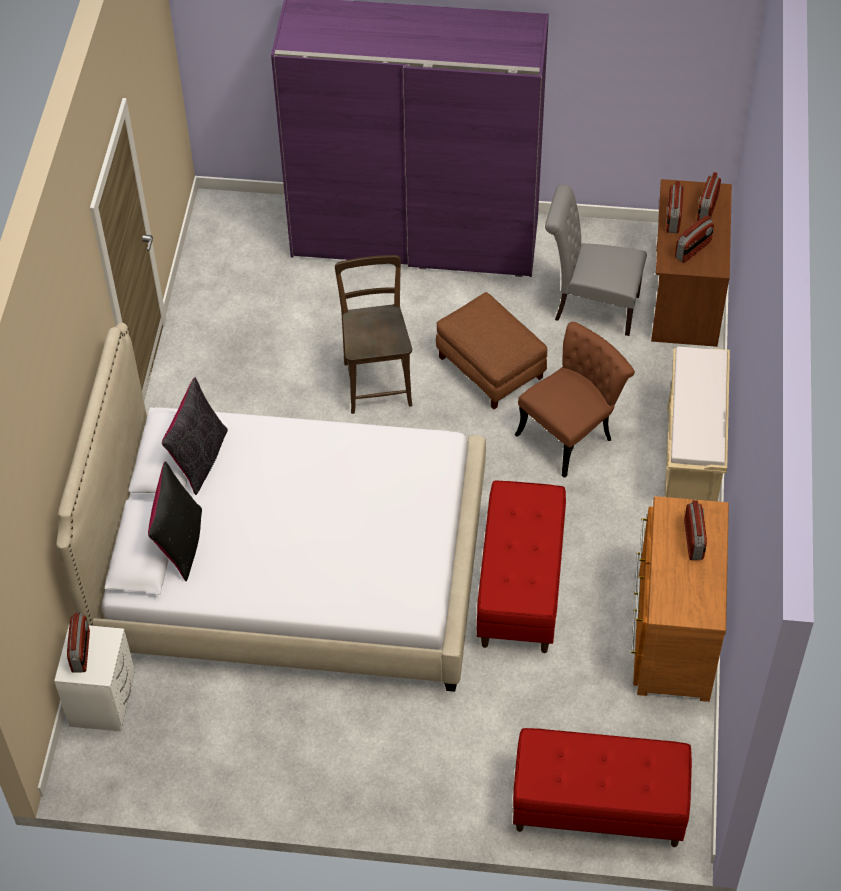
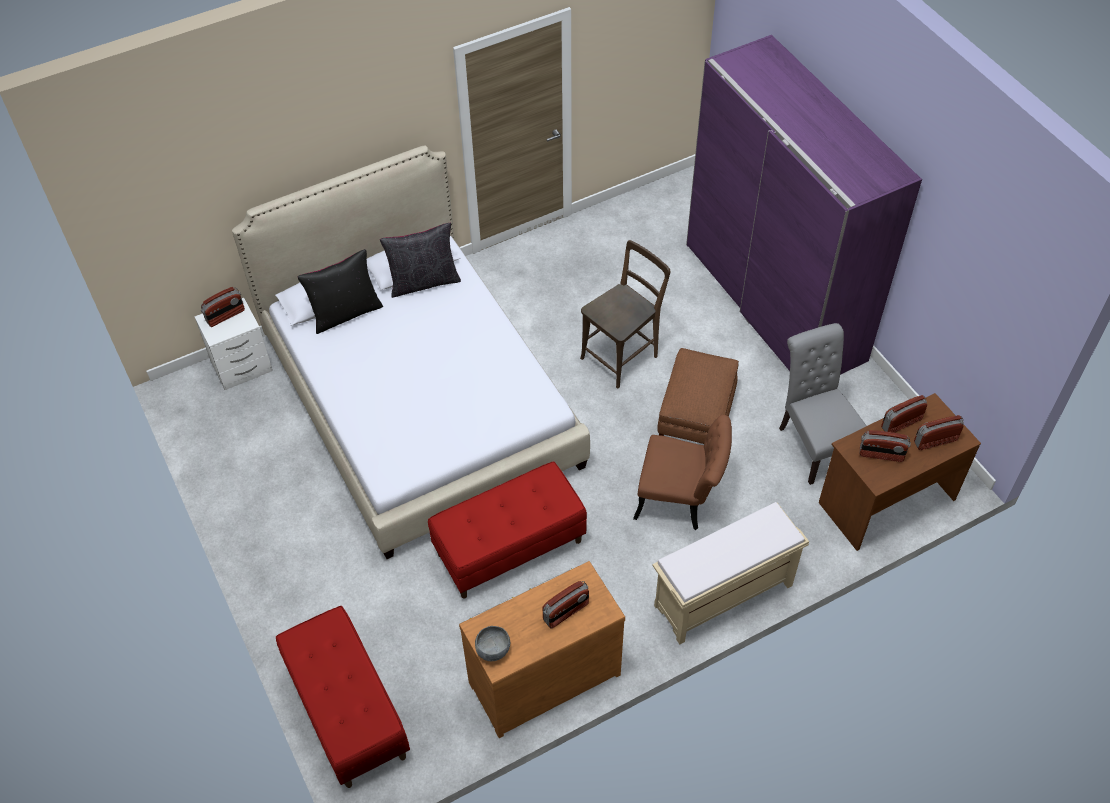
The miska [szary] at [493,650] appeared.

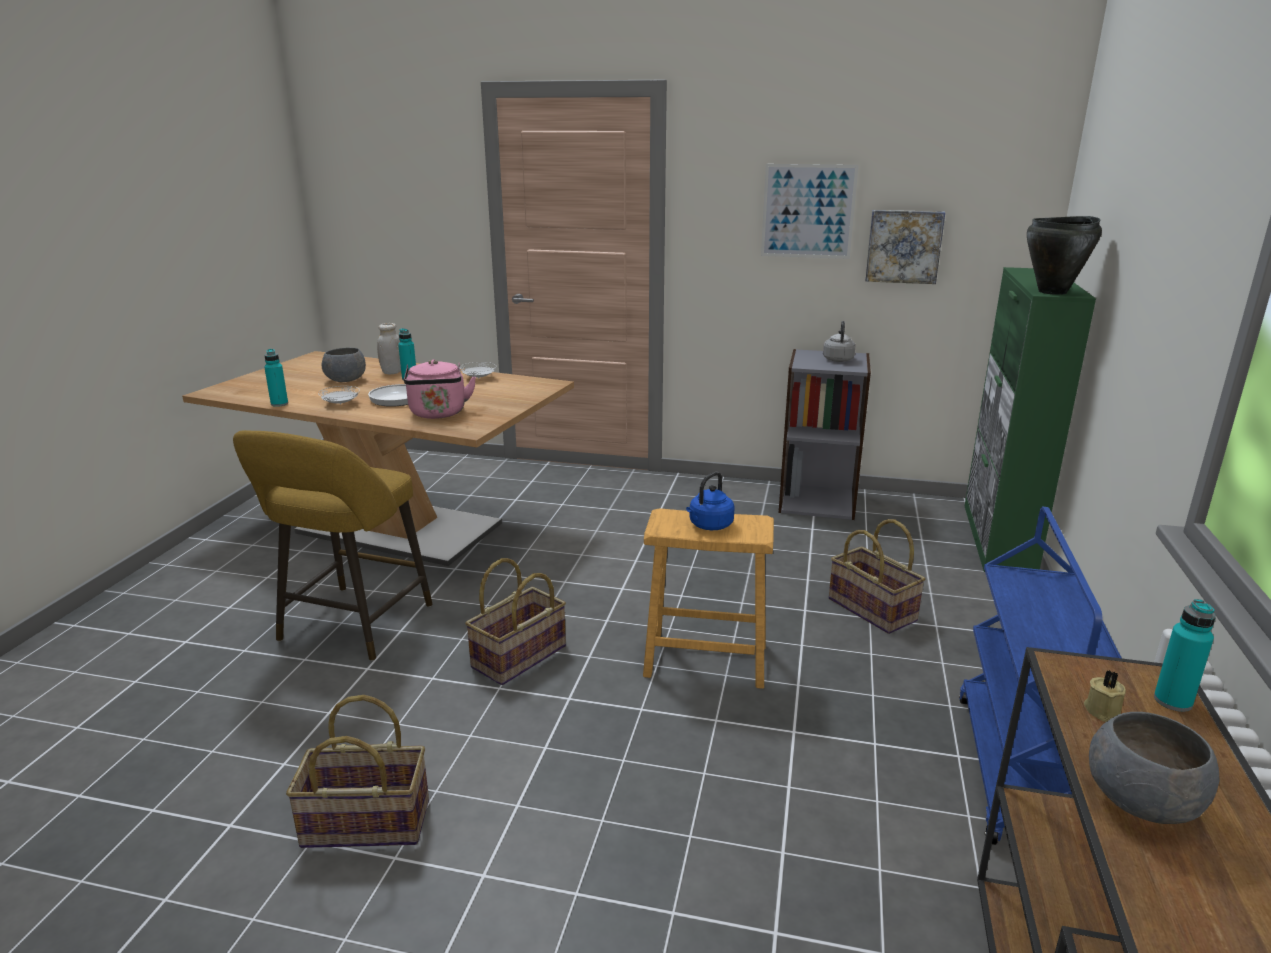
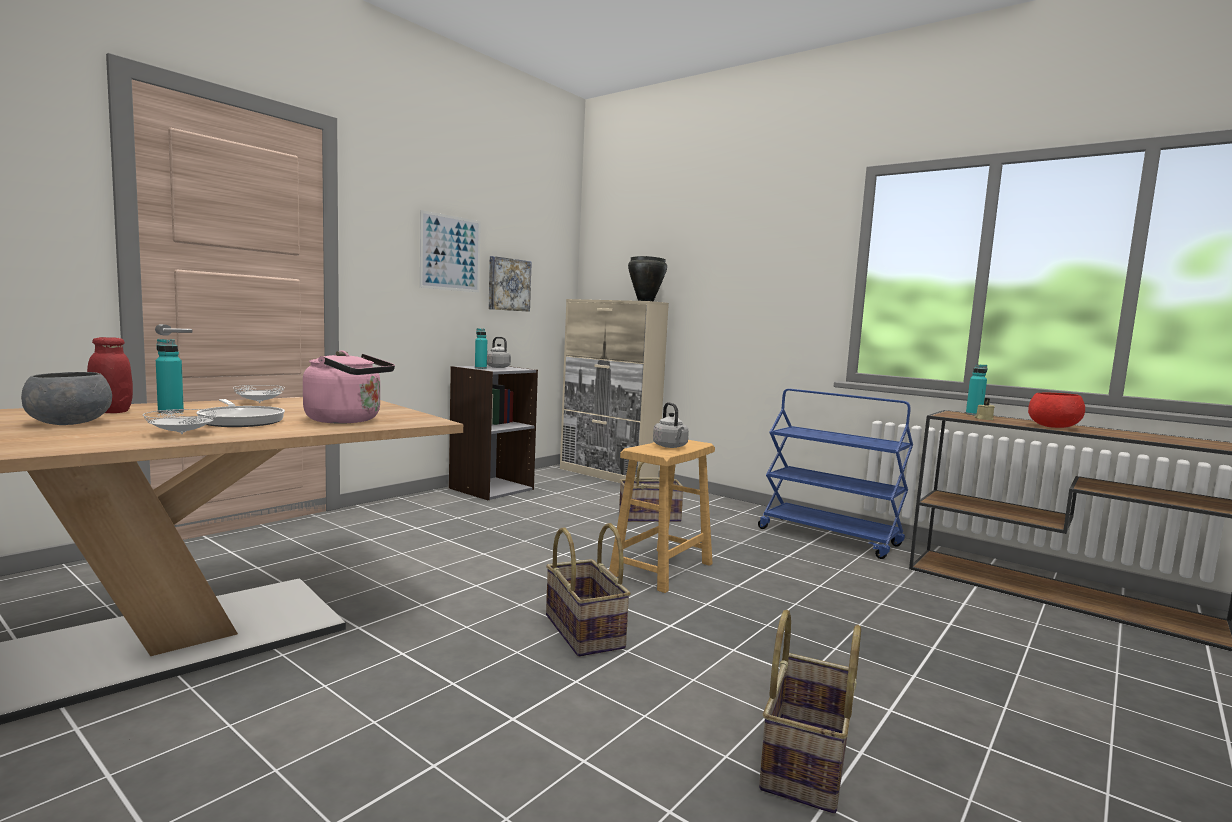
The stołek [żółty] at [351,627] disappeared. The butelka [turkusowy] moved from [279,404] to [480,368]. The słoik [biały] at [392,372] became the słoik [czerwony] at [111,412]. The czajnik [niebieski] at [709,526] became the czajnik [szary] at [671,446]. The szafka [zielony] at [997,539] became the szafka [beżowy] at [607,475]. The miska [szary] at [1142,800] became the miska [czerwony] at [1052,426].

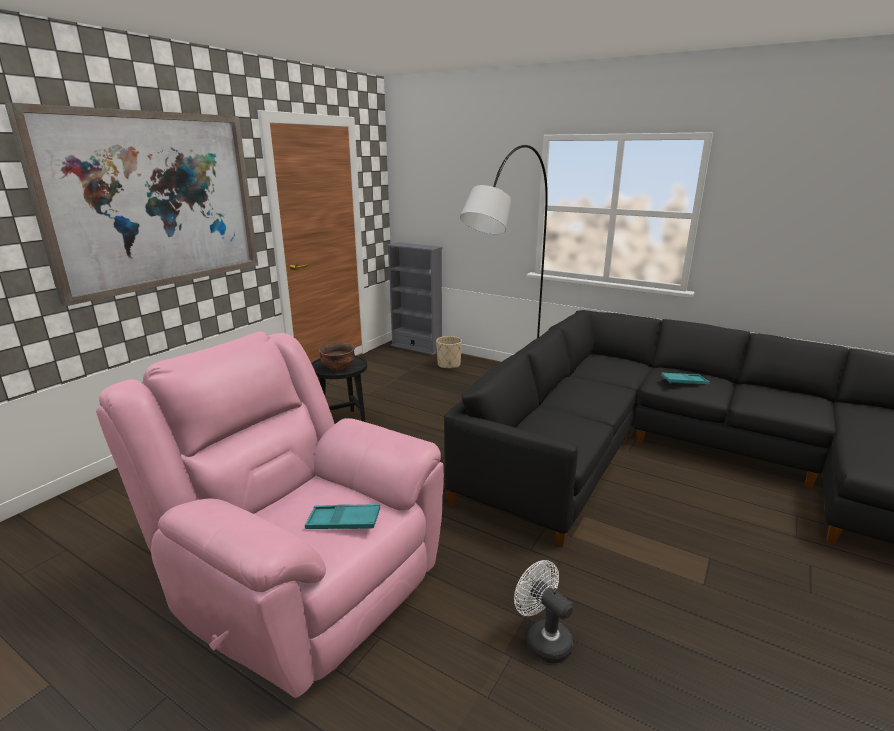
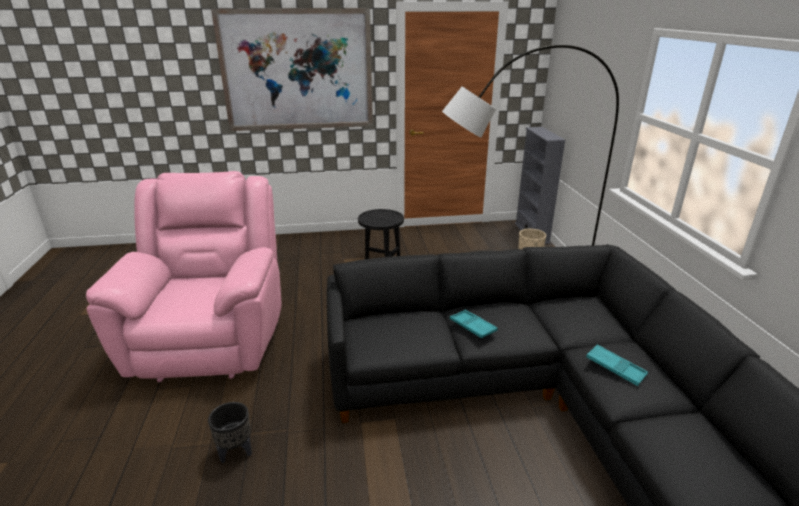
The miska [brązowy] at [338,368] disappeared. The taca [turkusowy] moved from [343,522] to [472,327]. The wentylator [biały] at [543,639] was replaced by the donica [czarny] at [235,452].

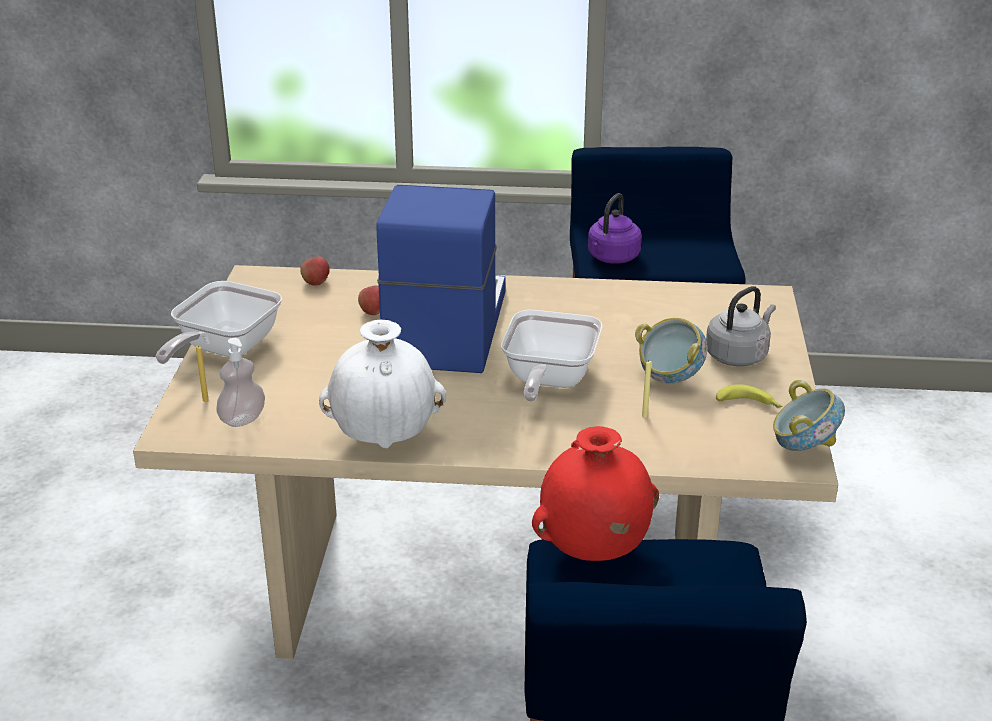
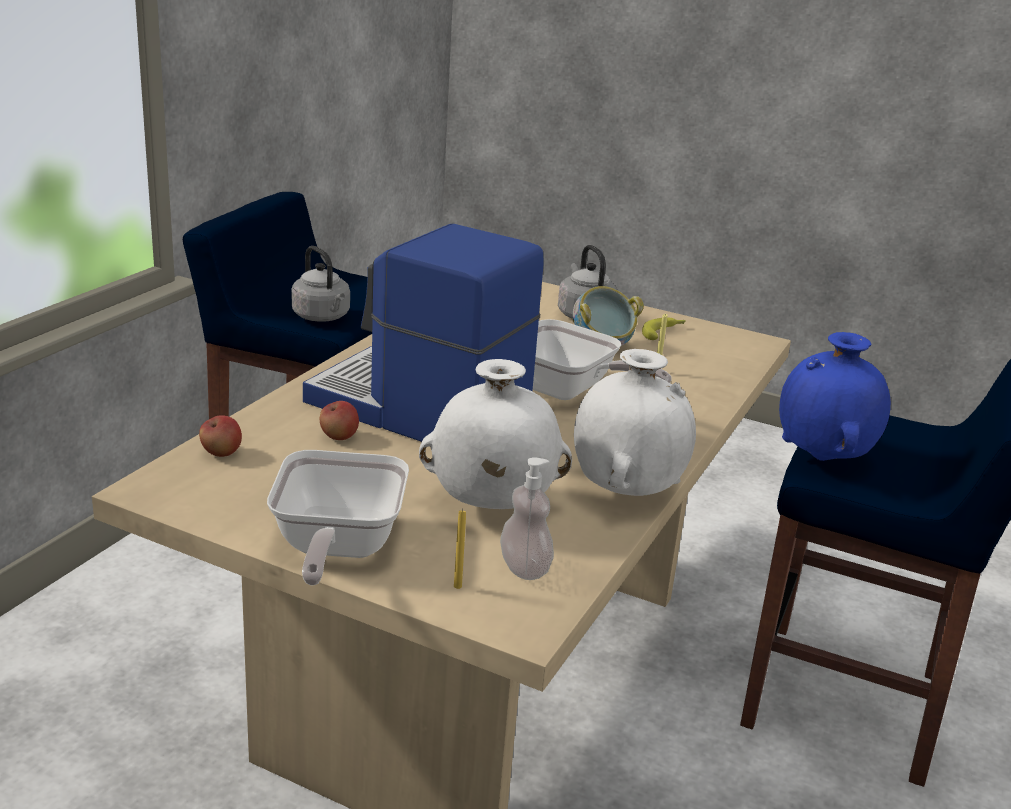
The miska at [803,448] disappeared. The wazon [biały] at [490,507] appeared. The wazon [czerwony] at [593,552] became the wazon [niebieski] at [822,458]. The czajnik [fioletowy] at [612,258] became the czajnik [szary] at [322,317]. The patelnia at [223,350] turned 45 degrees clockwise.

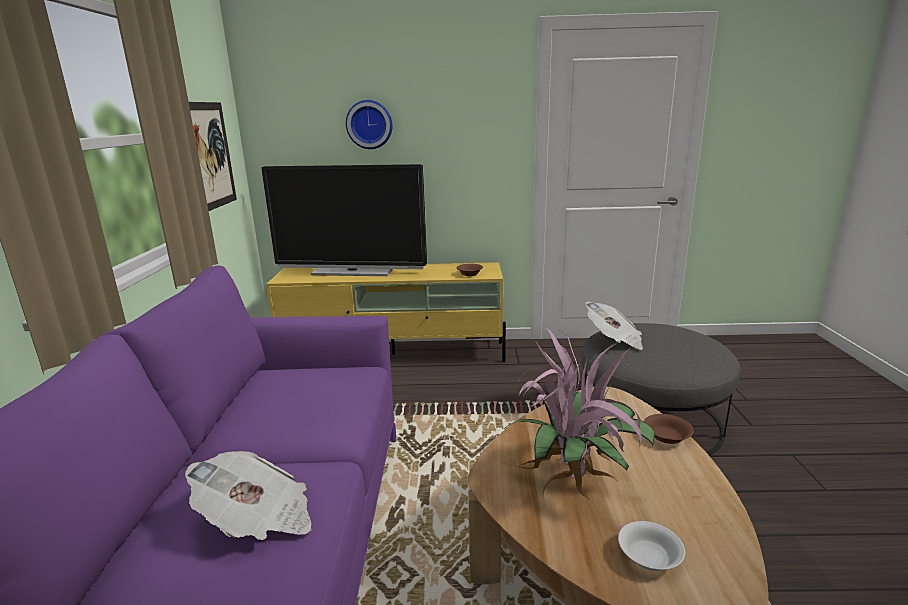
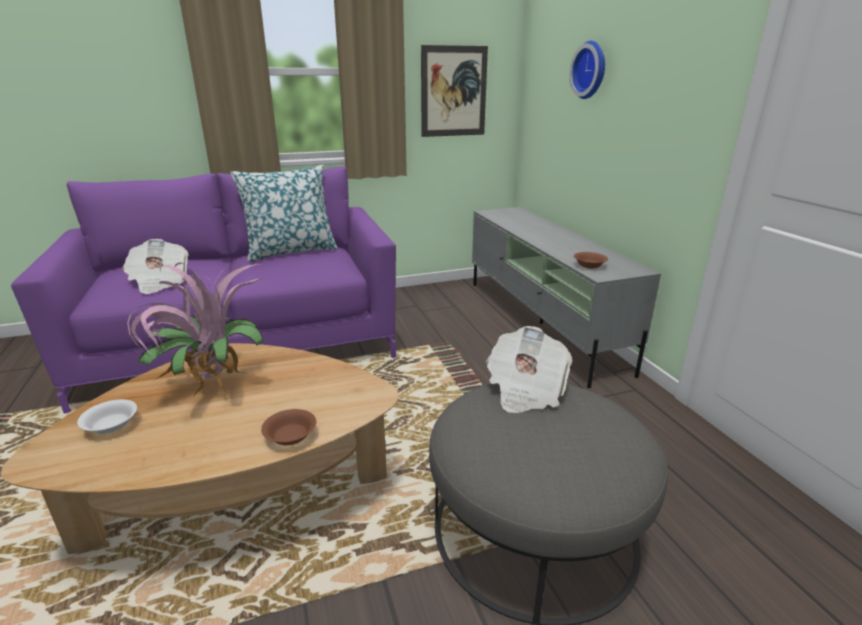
The telewizor at [352,272] disappeared. The poduszka at [291,251] appeared. The szafka pod telewizor [żółty] at [395,354] became the szafka pod telewizor [szary] at [541,323].

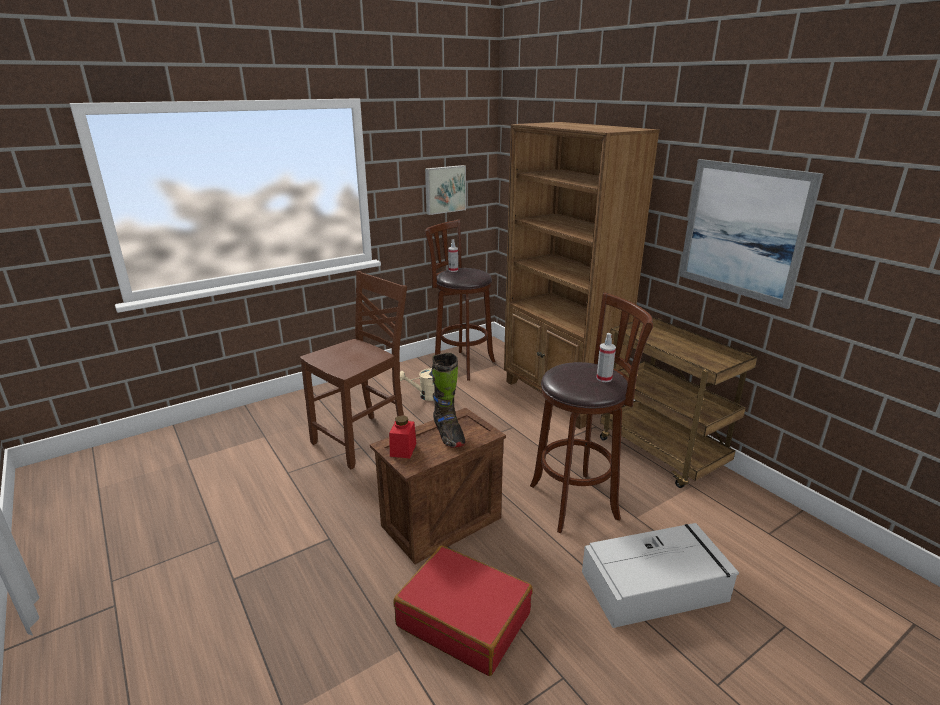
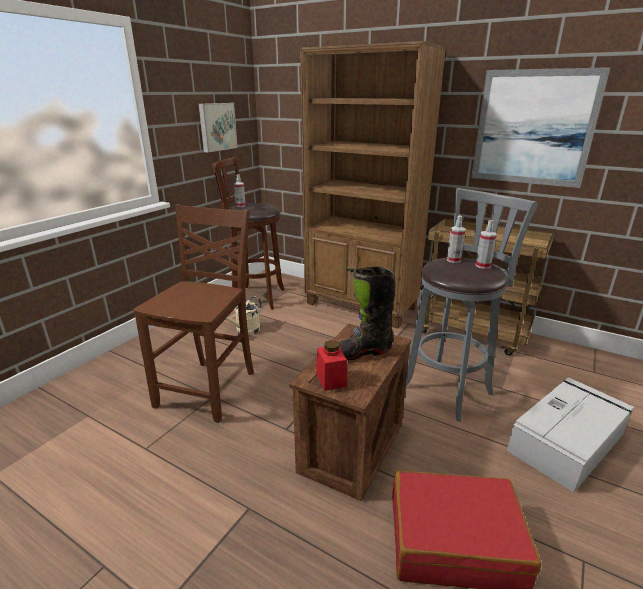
The spryskiwacz at [453,260] appeared. The stołek [brązowy] at [578,500] became the stołek [szary] at [449,388]. The but z cholewką [czarny] at [448,435] turned 120 degrees clockwise.

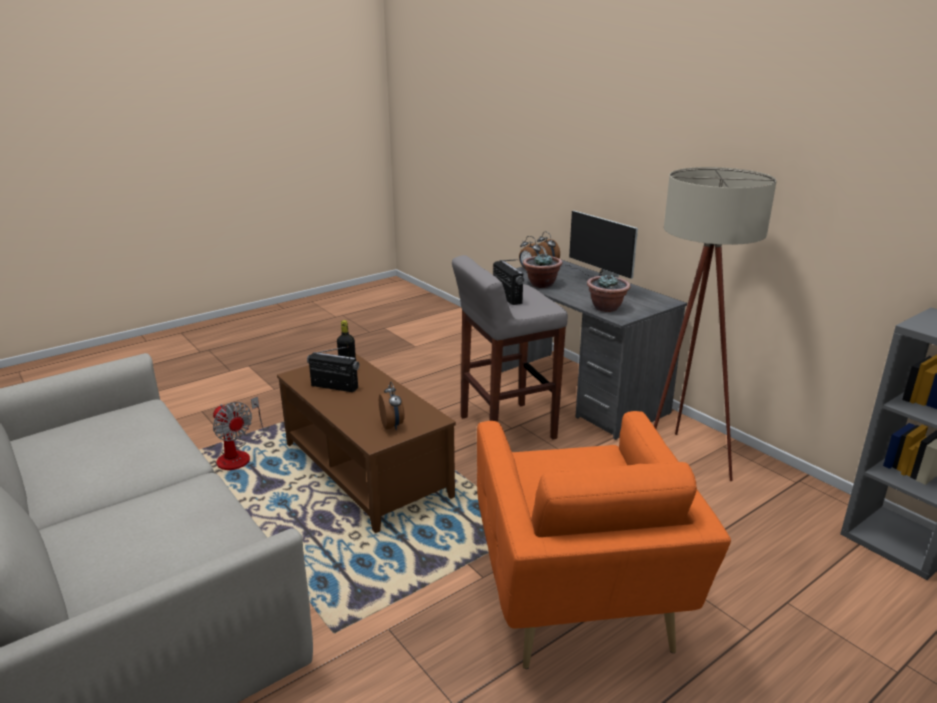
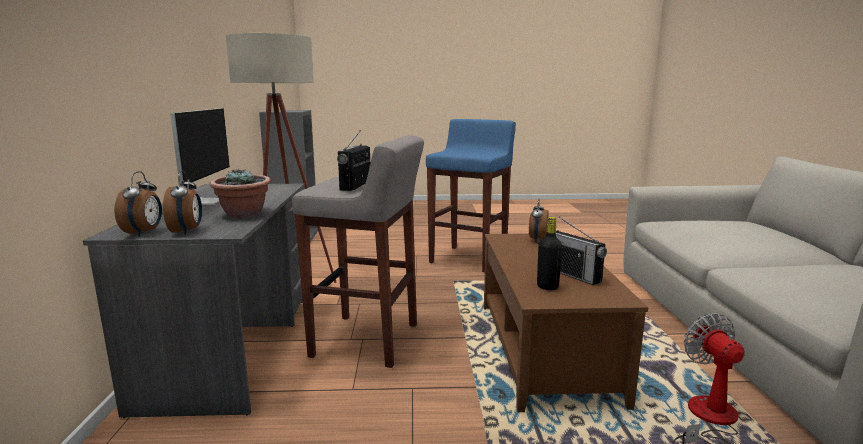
The roślina doniczkowa at [606,308] disappeared. The fotel [pomarańczowy] at [577,600] was replaced by the stołek [niebieski] at [469,259].

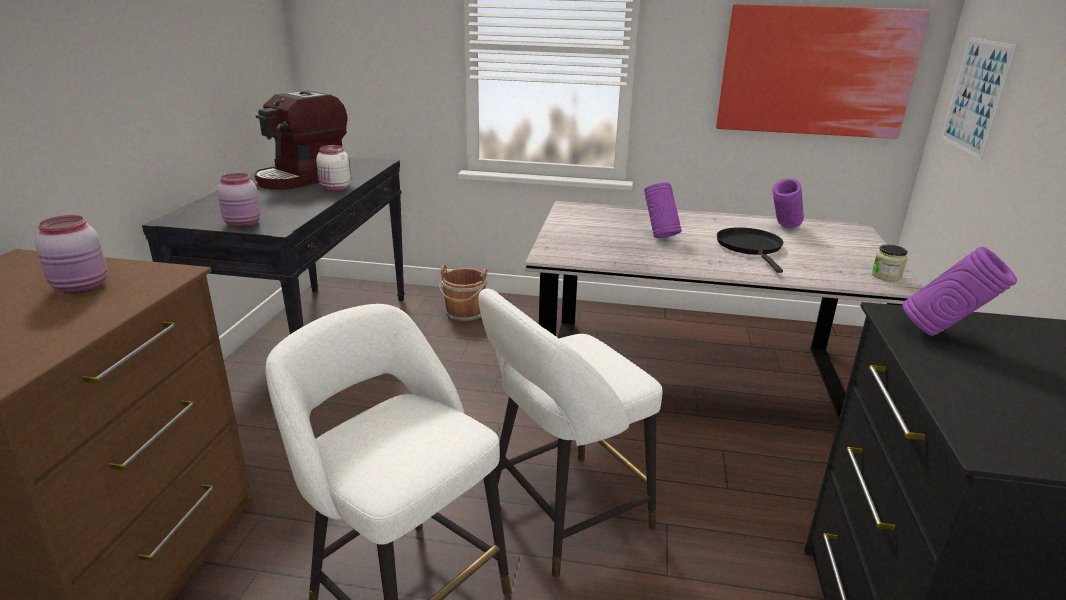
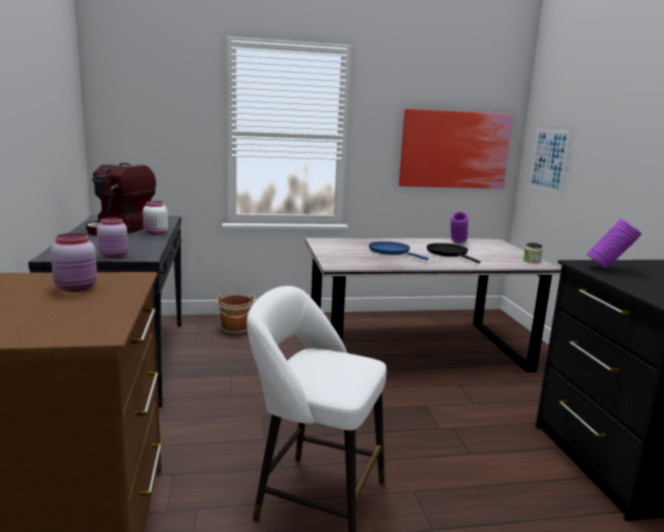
The stołek [biały] at [561,515] disappeared. The wazon [fioletowy] at [659,236] was replaced by the patelnia [niebieski] at [391,251].

